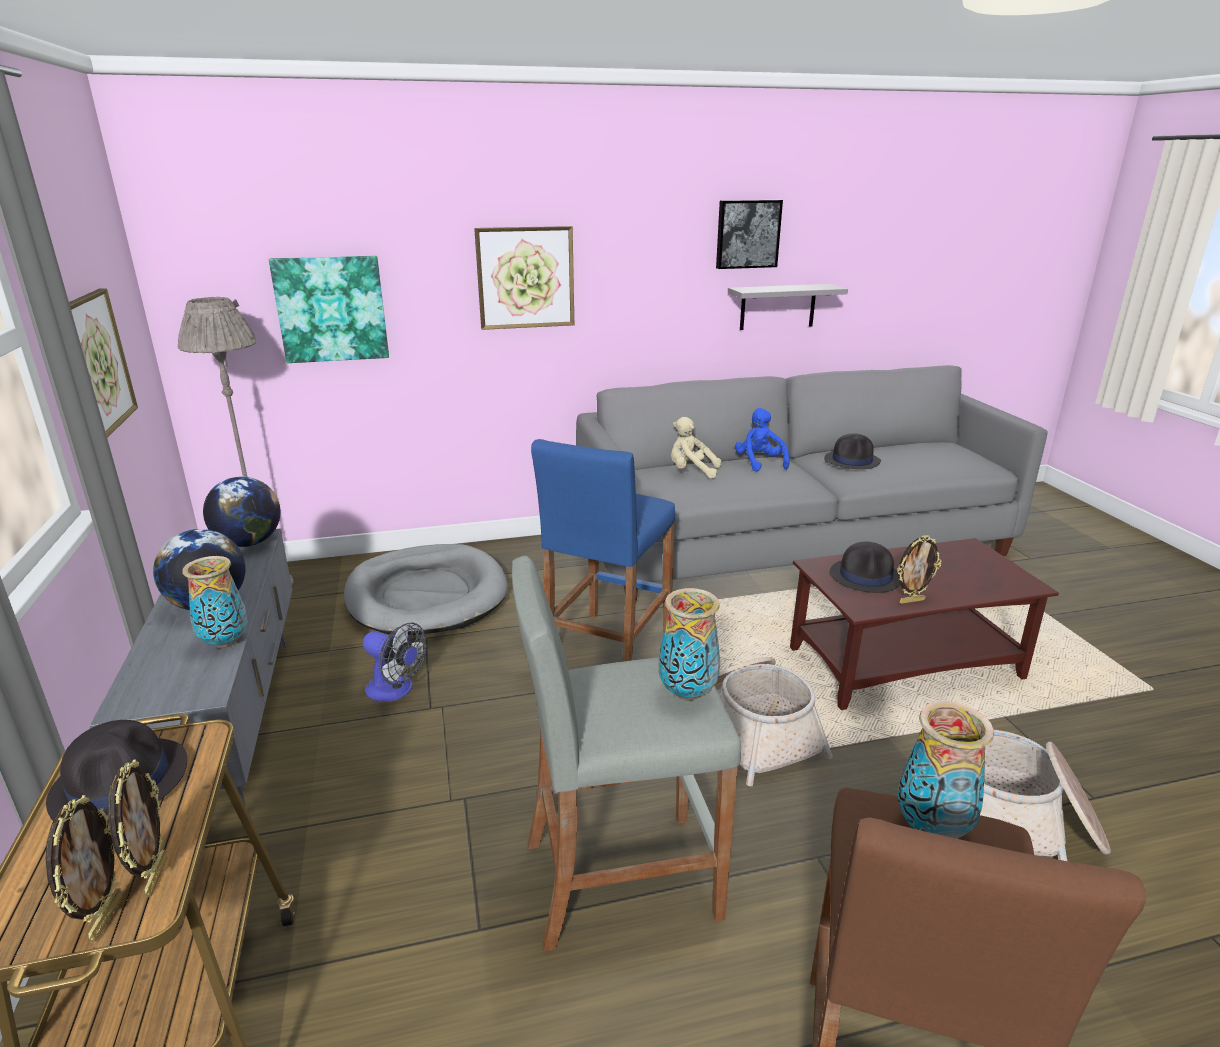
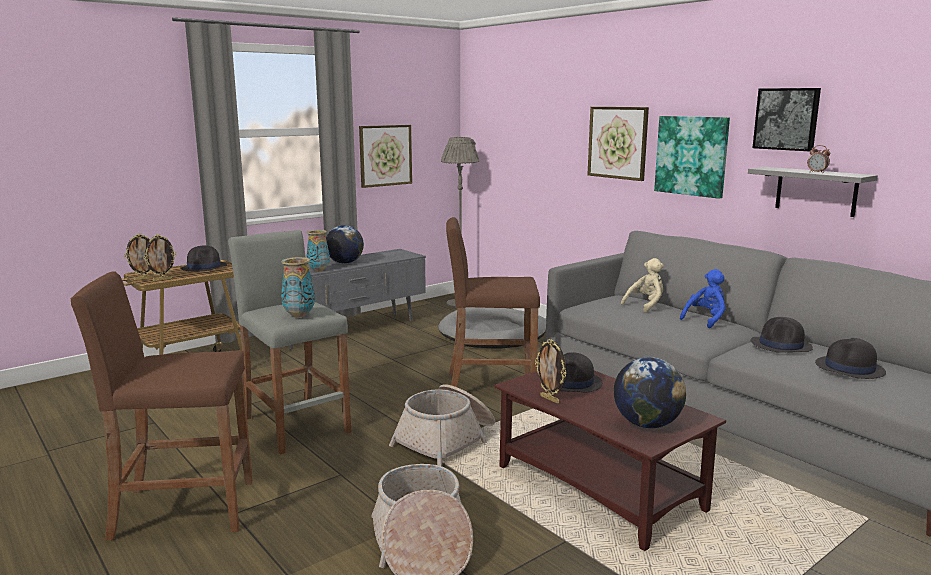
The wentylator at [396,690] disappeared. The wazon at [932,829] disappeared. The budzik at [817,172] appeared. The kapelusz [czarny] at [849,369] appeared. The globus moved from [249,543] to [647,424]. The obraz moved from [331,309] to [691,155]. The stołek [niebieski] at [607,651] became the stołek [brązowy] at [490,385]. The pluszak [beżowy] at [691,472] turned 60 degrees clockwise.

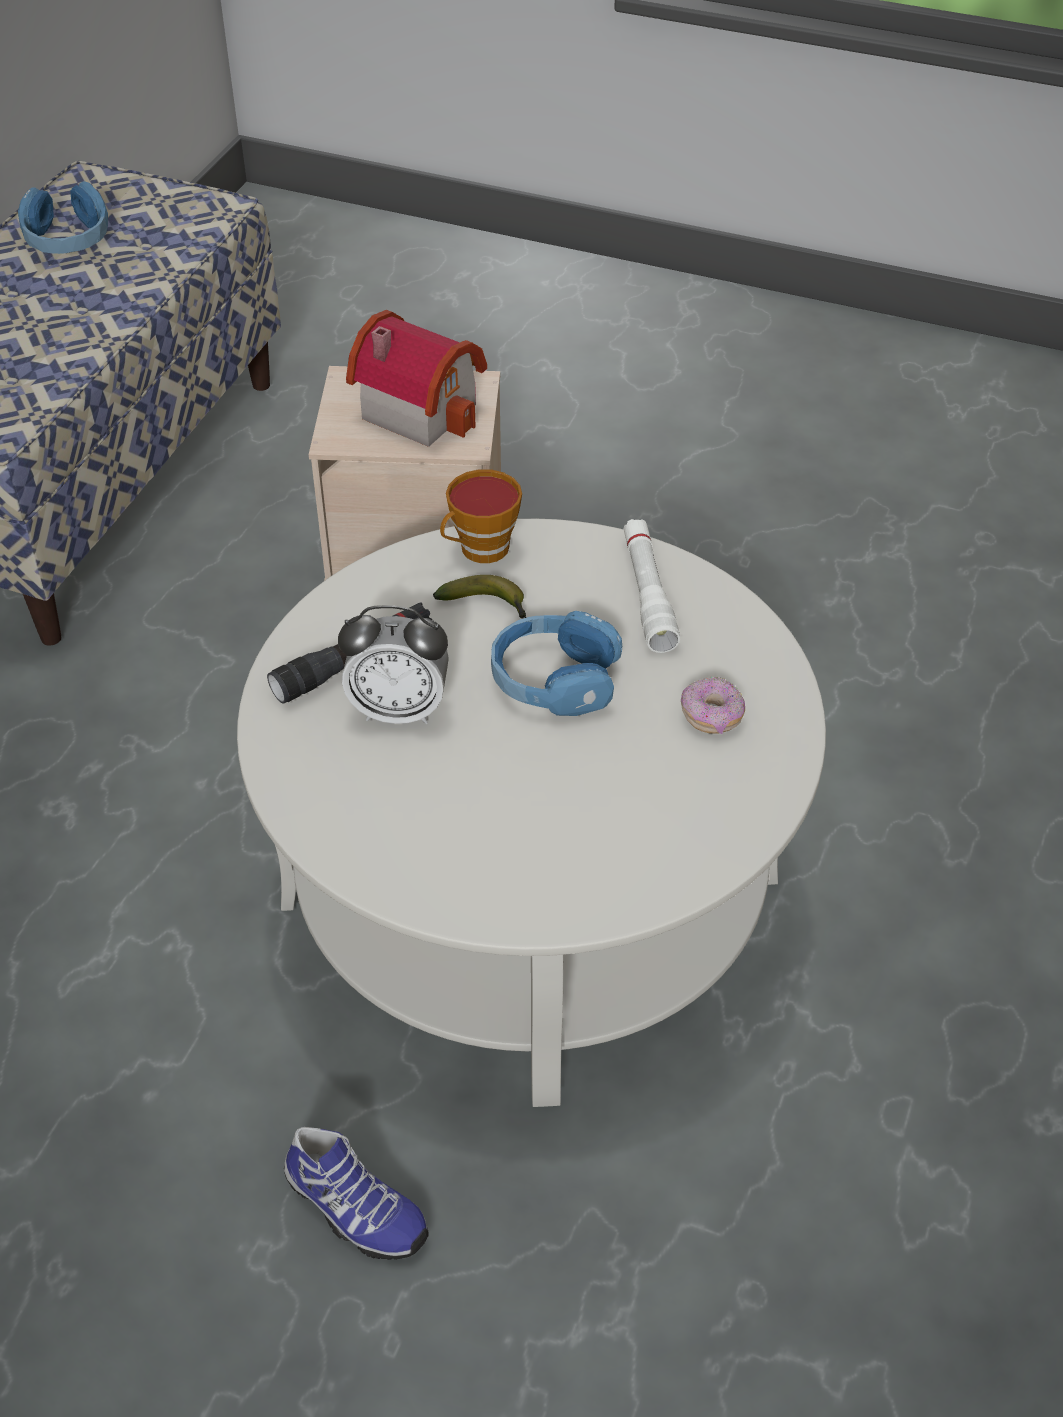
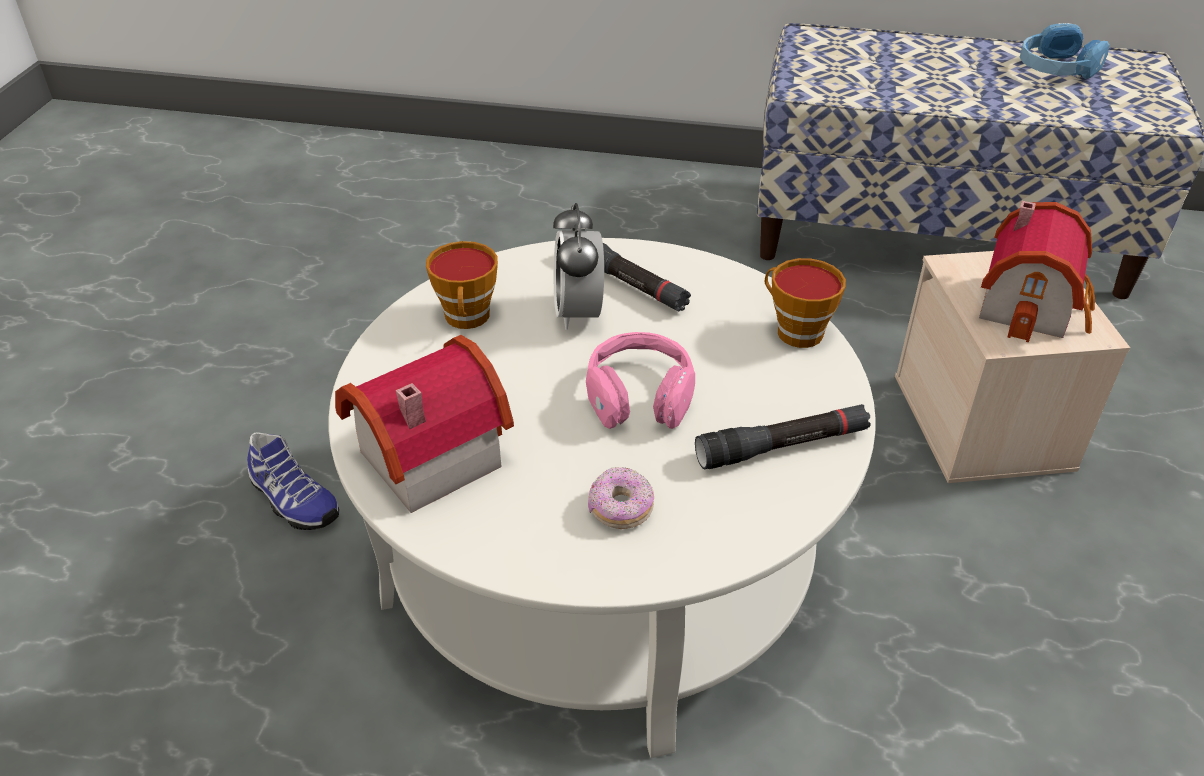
The banan at [488,606] disappeared. The domek at [422,455] appeared. The filiżanka at [468,319] appeared. The słuchawki [niebieski] at [554,680] became the słuchawki [różowy] at [639,396]. The latarka [biały] at [648,594] became the latarka [czarny] at [782,446]. The but at [353,1210] turned 75 degrees counterclockwise.

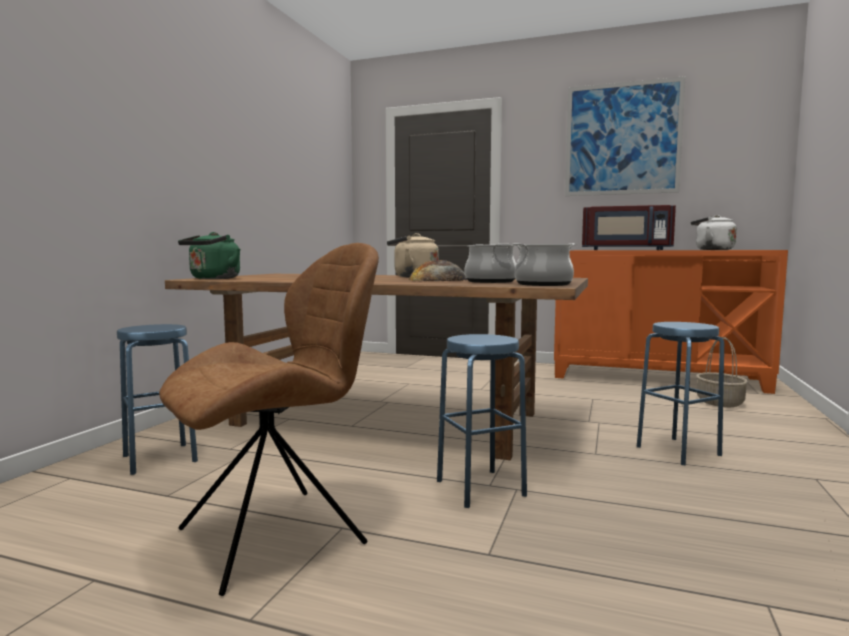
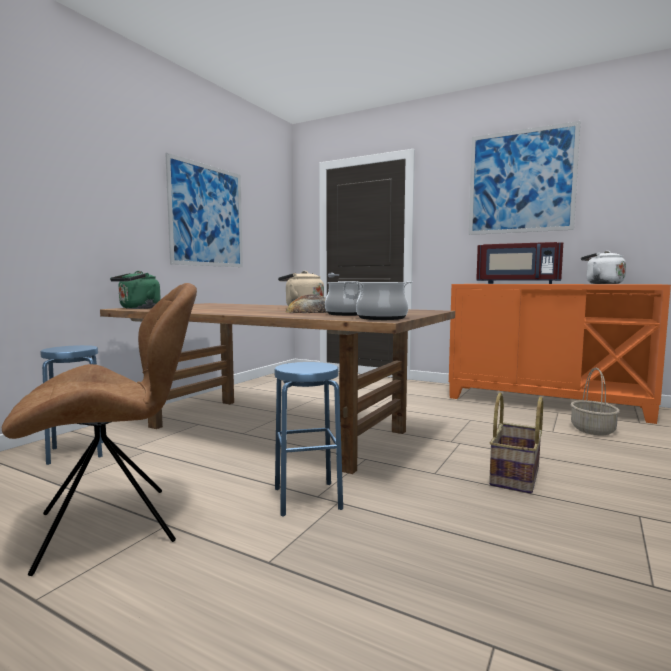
The obraz at [207,216] appeared. The stołek [niebieski] at [678,451] was replaced by the koszyk at [516,476].

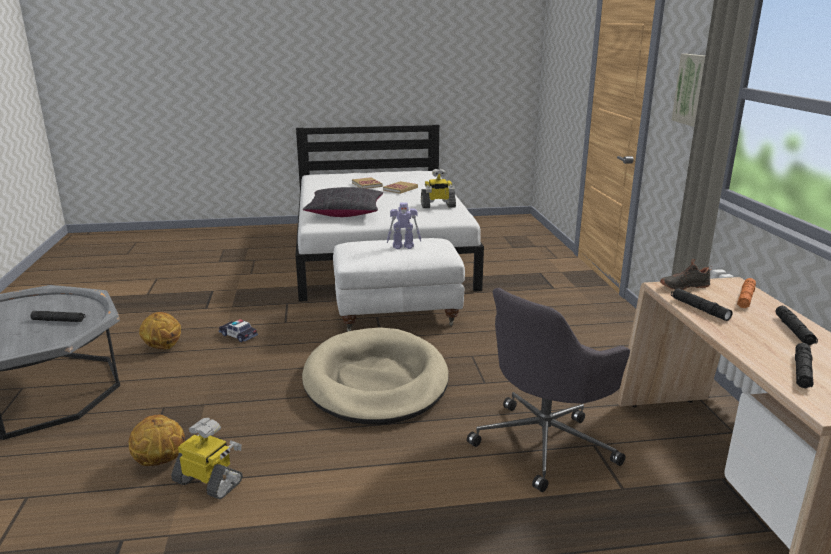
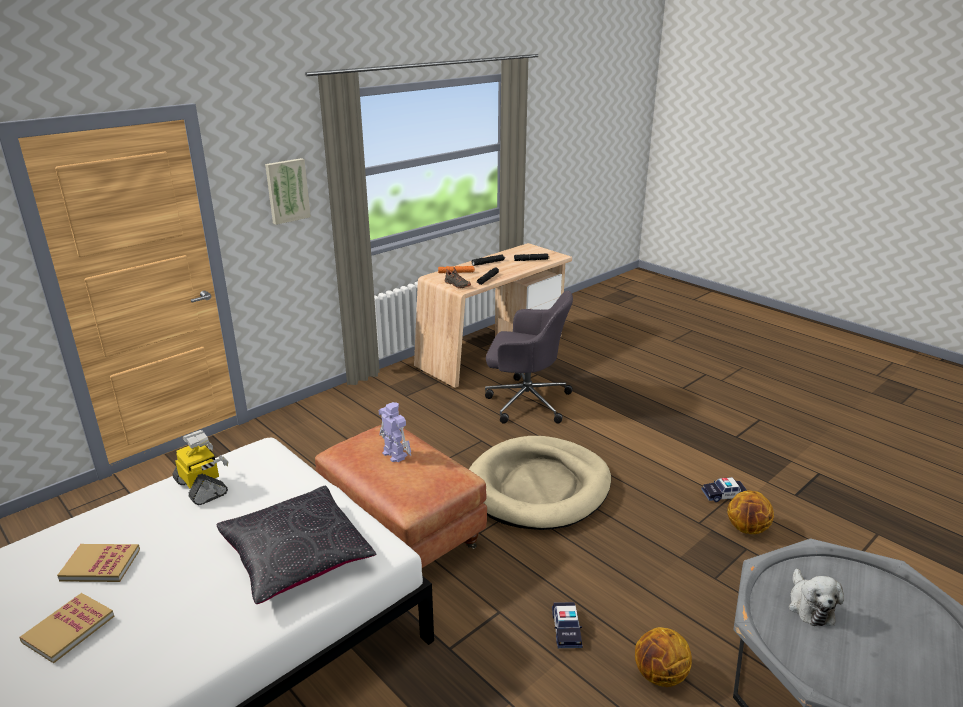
The latarka [czarny] at [58,320] was replaced by the pluszak at [809,606]. The robot zabawkowy at [209,482] was replaced by the samochodzik at [724,495]. The pufa [biały] at [397,315] became the pufa [brązowy] at [401,535].

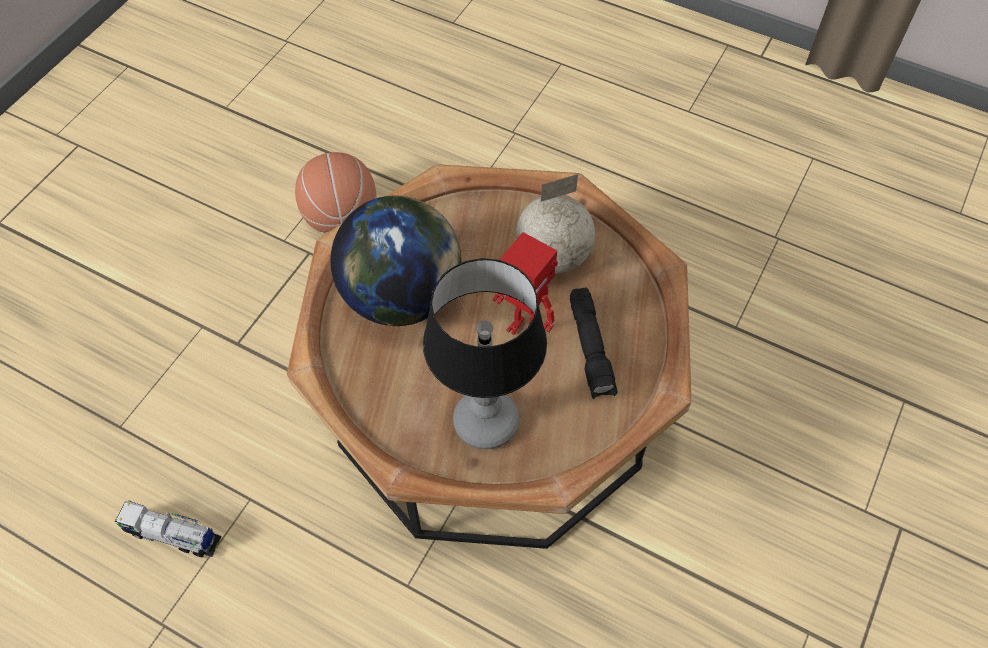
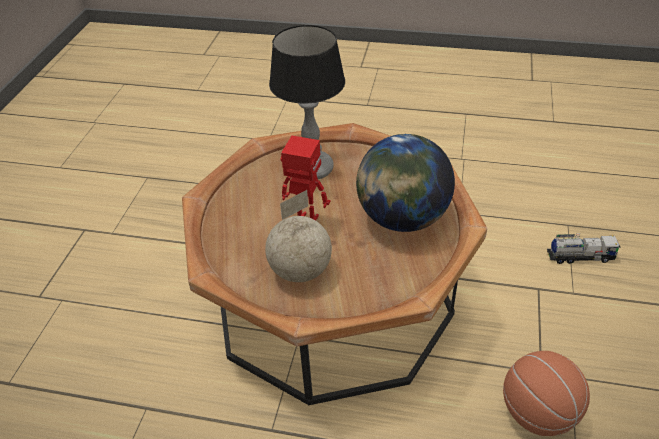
The latarka [czarny] at [591,349] disappeared. The ciężarówka zabawkowa moved from [173,535] to [580,257].

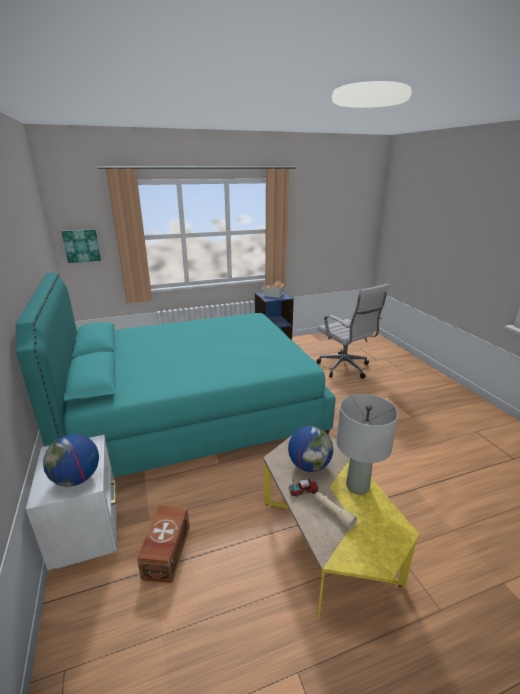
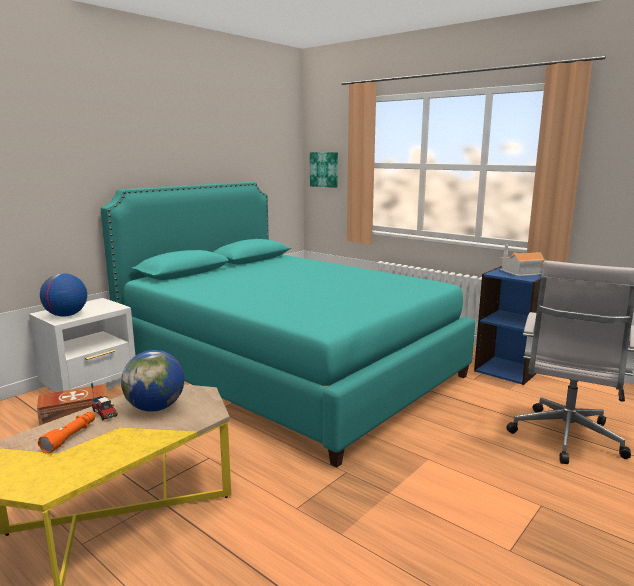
The lampa stołowa [szary] at [357,486] disappeared. The latarka [beżowy] at [333,513] became the latarka [pomarańczowy] at [71,437].

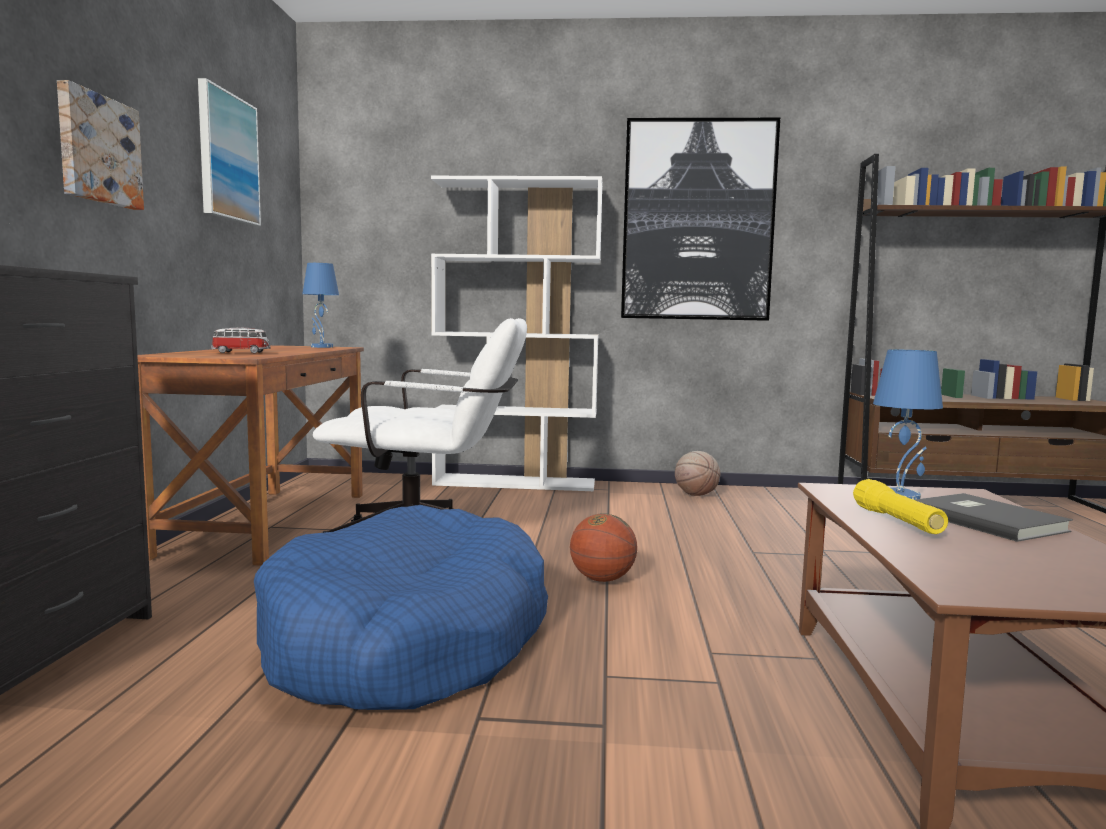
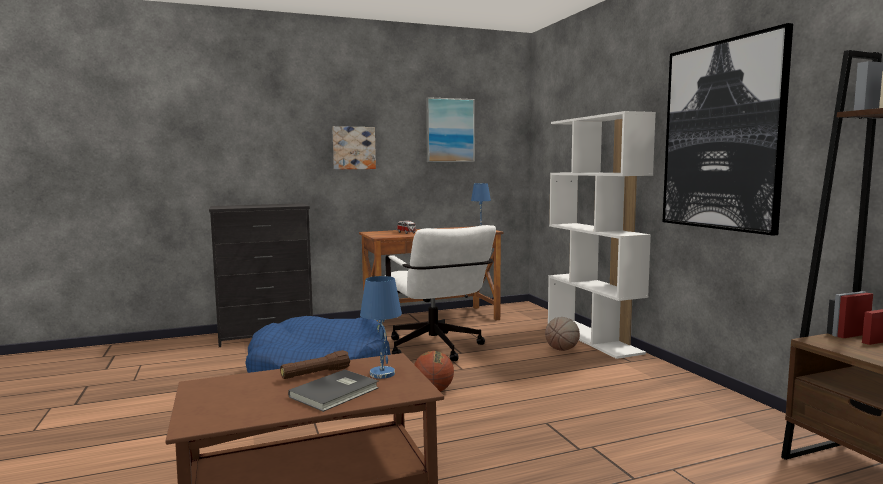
The piłka do koszykówki moved from [696,495] to [562,350]. The latarka [żółty] at [897,521] became the latarka [brązowy] at [315,374].

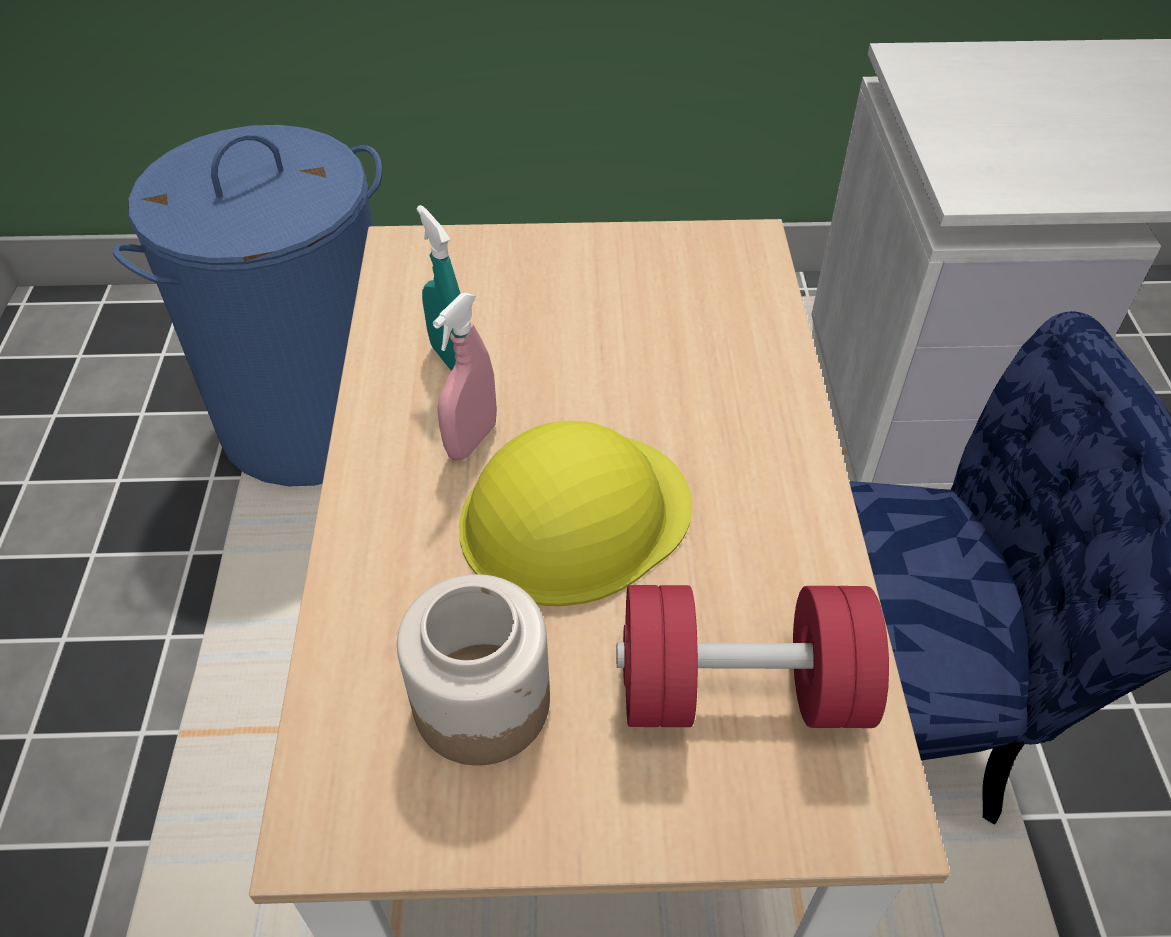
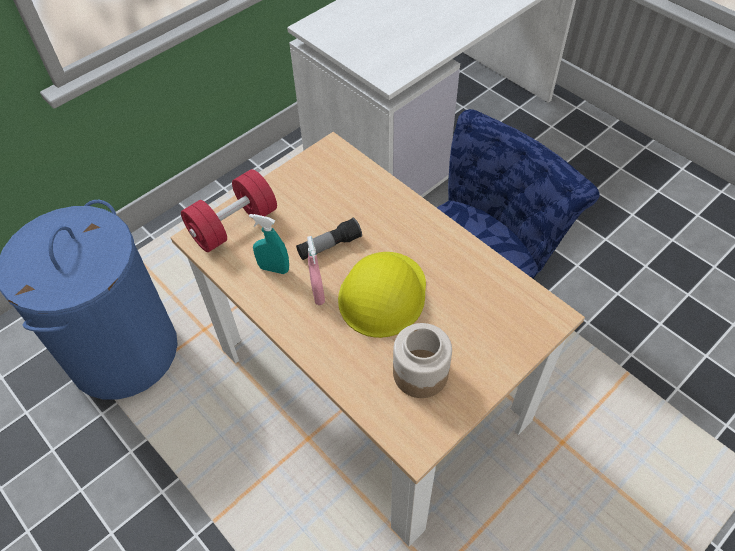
The latarka at [329,246] appeared. The hantel [czerwony] moved from [740,690] to [233,225].

